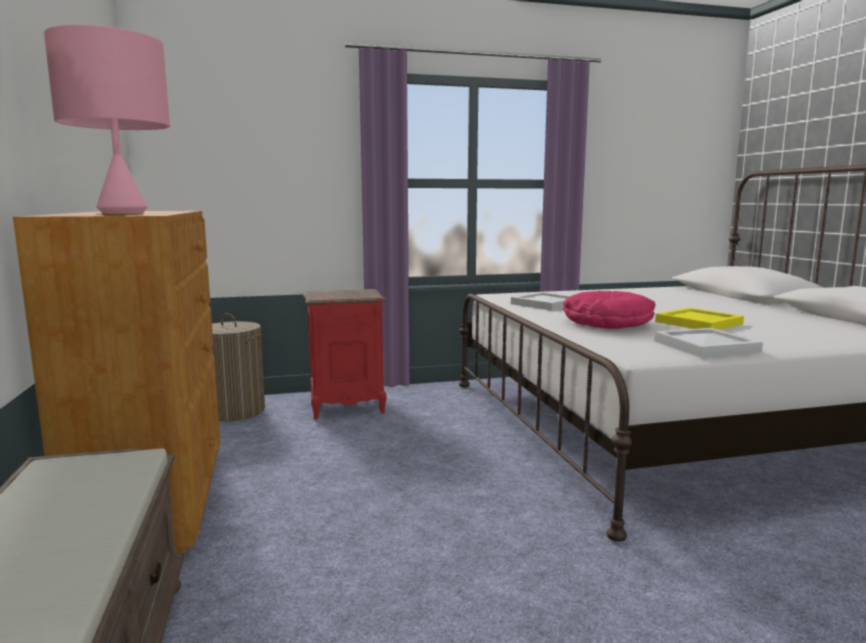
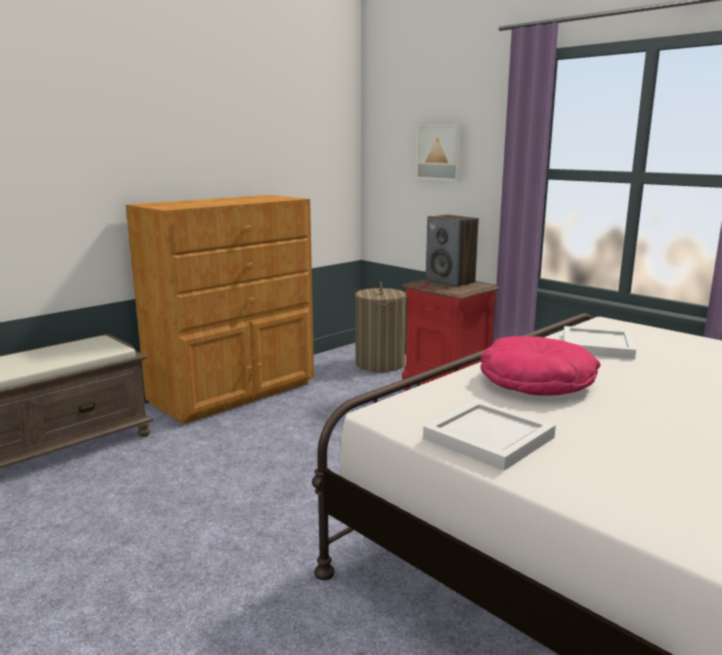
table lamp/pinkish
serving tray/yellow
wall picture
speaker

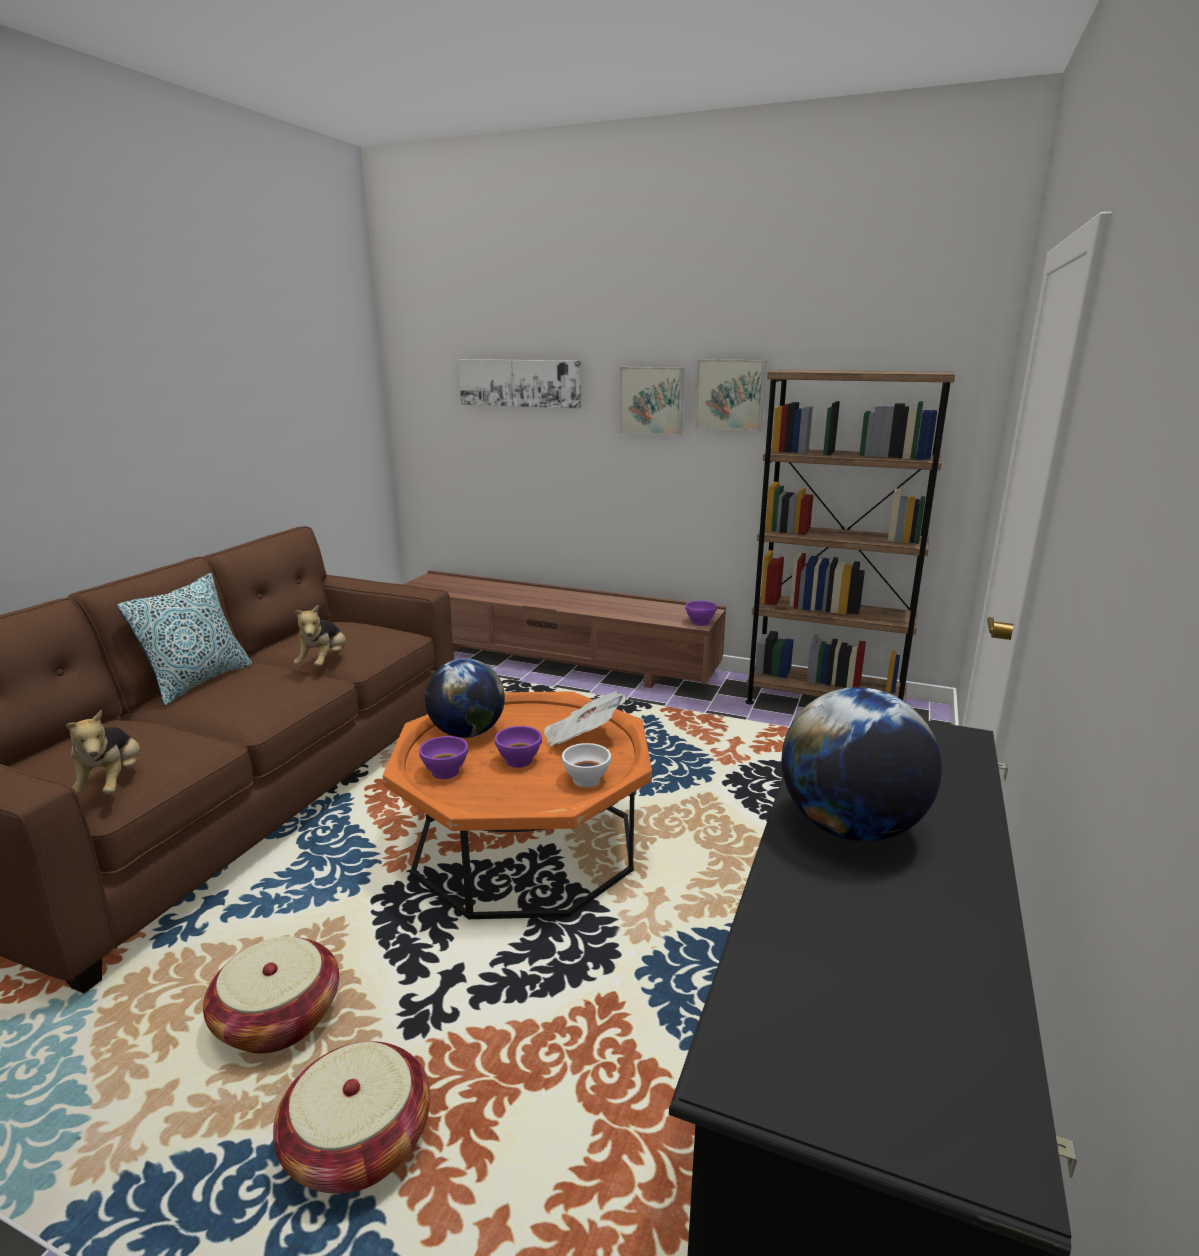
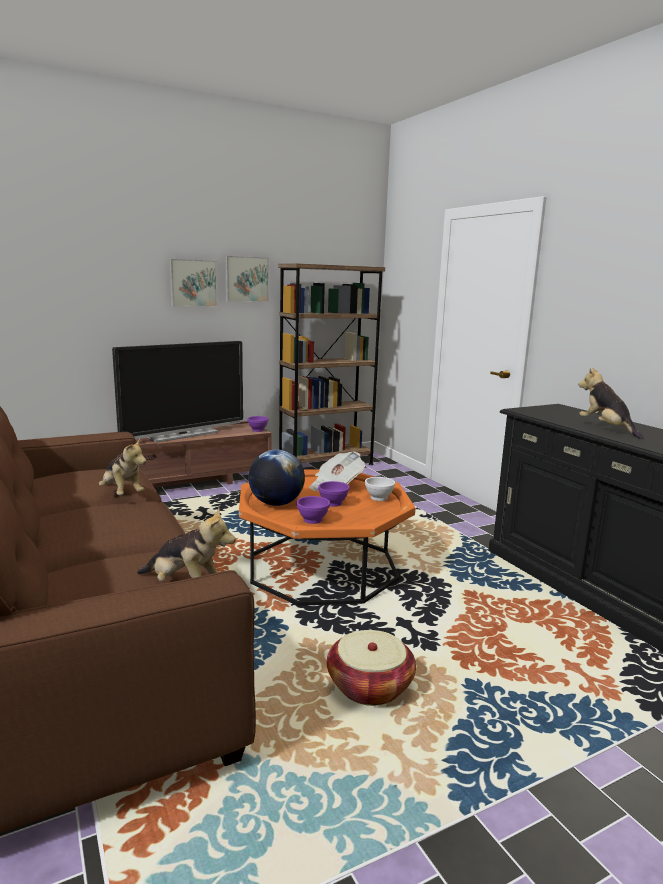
pillow
household basket (no. 2 from left in the first image)
wall picture (no. 1 from left in the first image)
TV
cuddly toy (no. 3 from left)

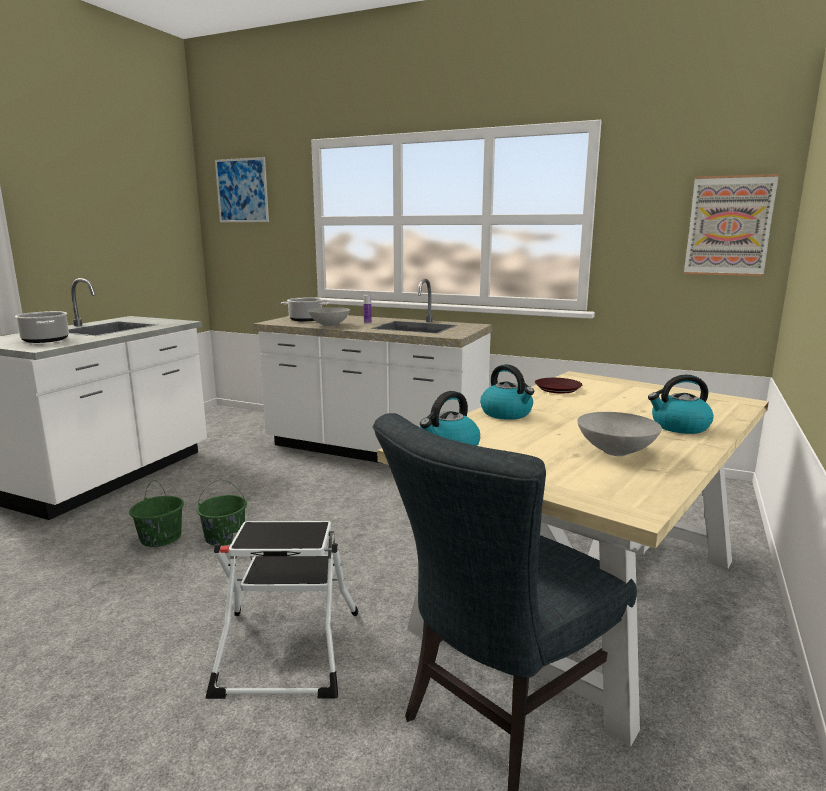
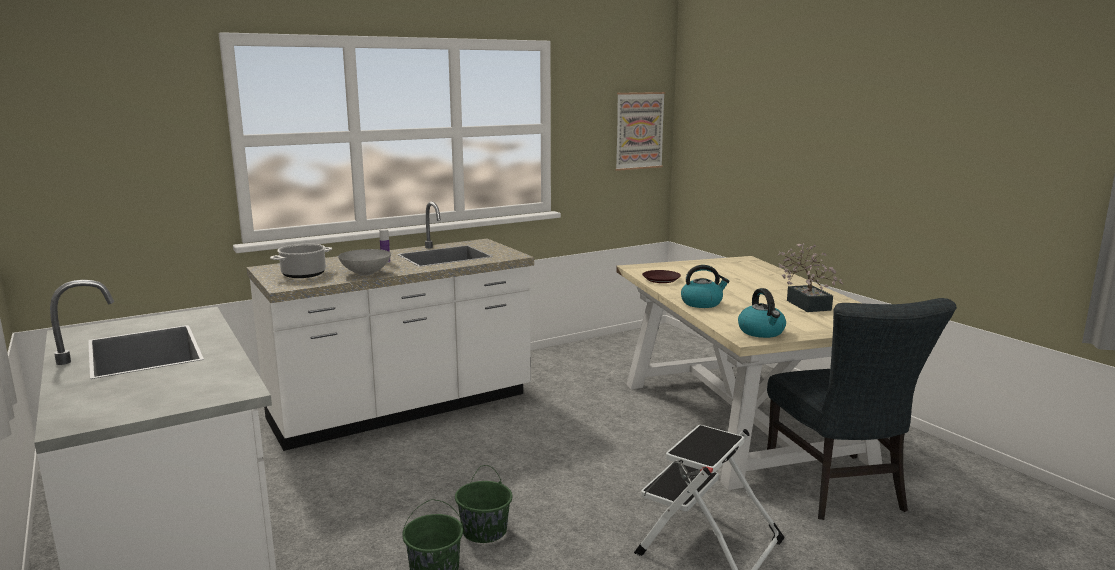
stockpot (no. 1 from left in the first image)
wall picture (no. 1 from left in the first image)
kettle (no. 3 from left in the first image)
houseplant

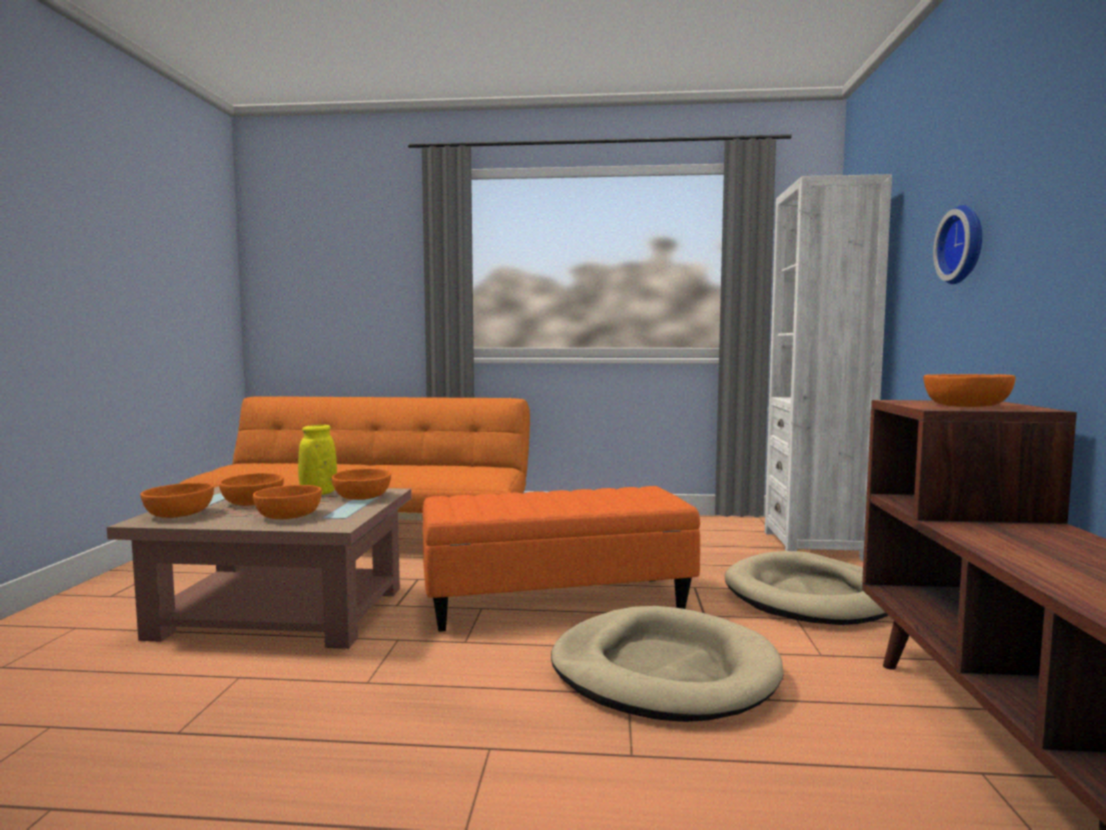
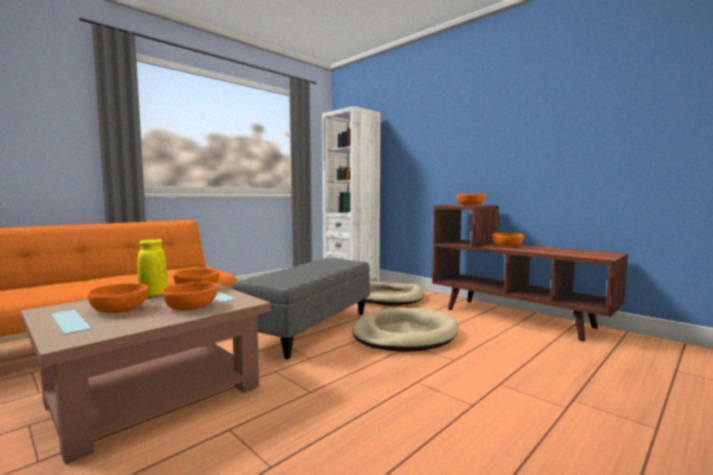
wall clock
bowl/orange-coloured (no. 5 from left)
ottoman/grey

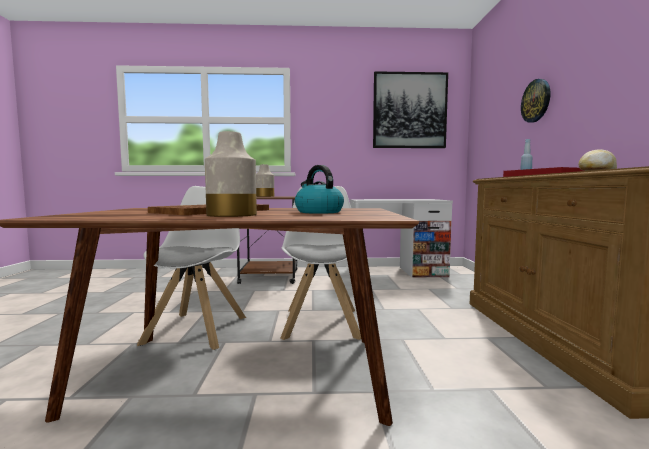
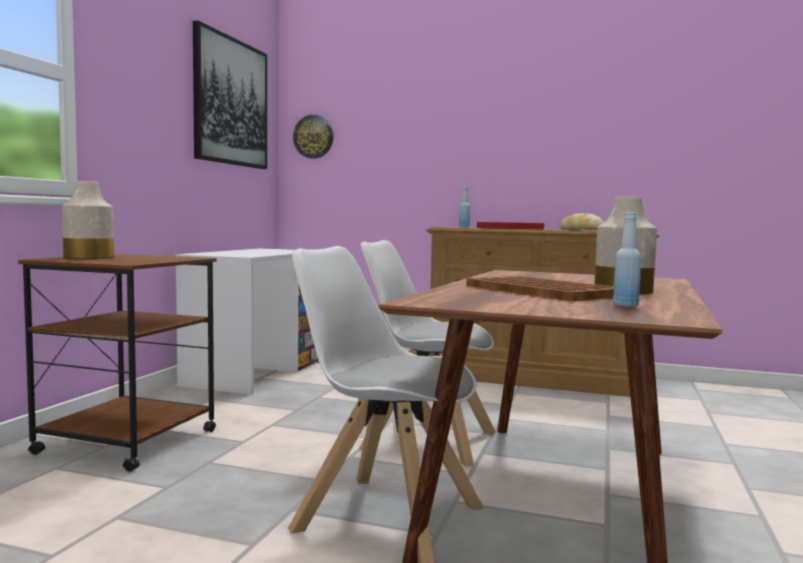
kettle
drink bottle/bluish (no. 2 from left)
wall clock

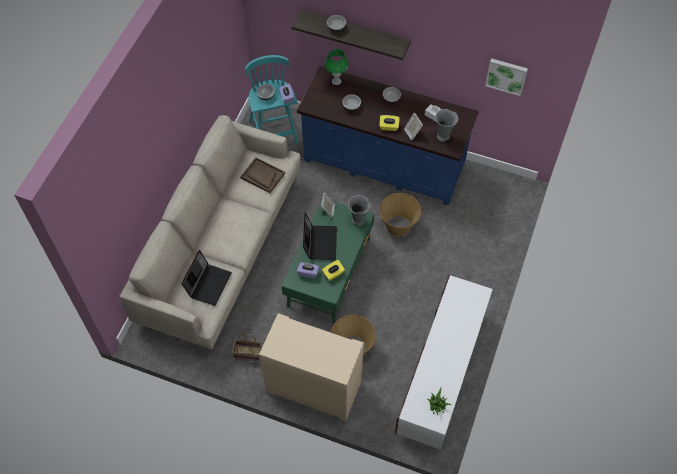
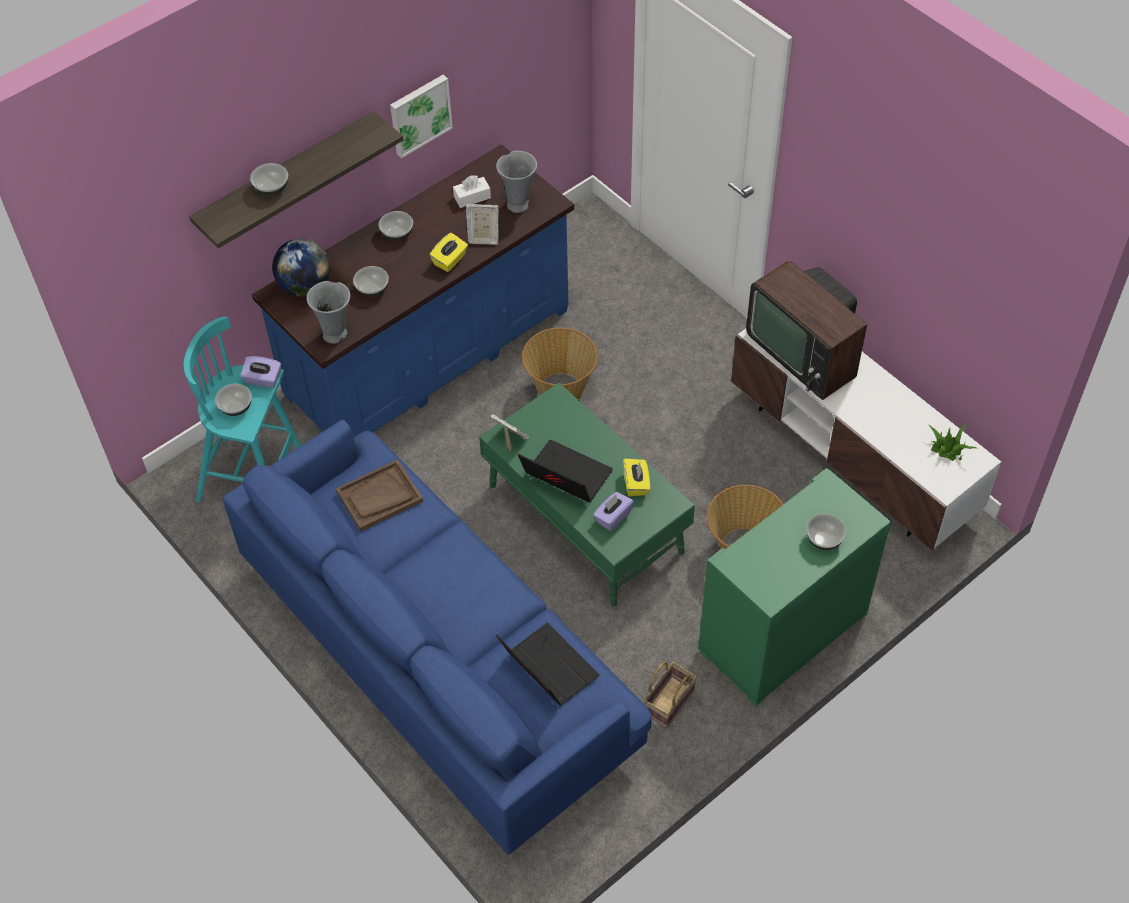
TV
bowl (no. 5 from left)
decorative vase/grey (no. 1 from left)
wall picture
world globe
sofa/bluish
dresser/green-coloured

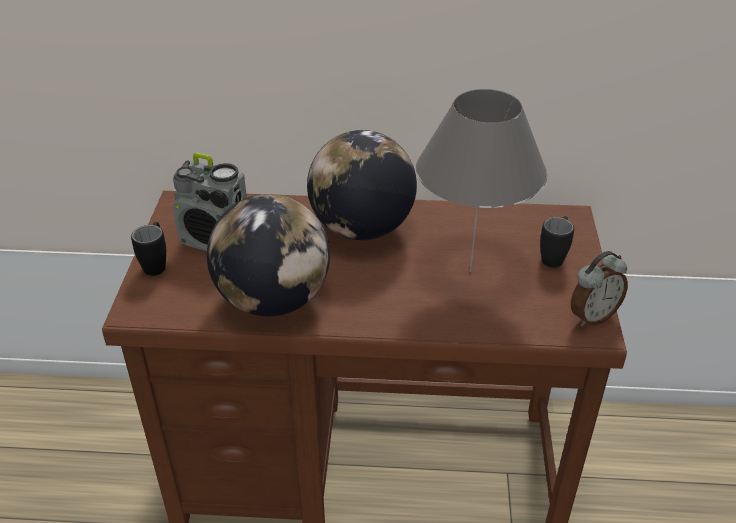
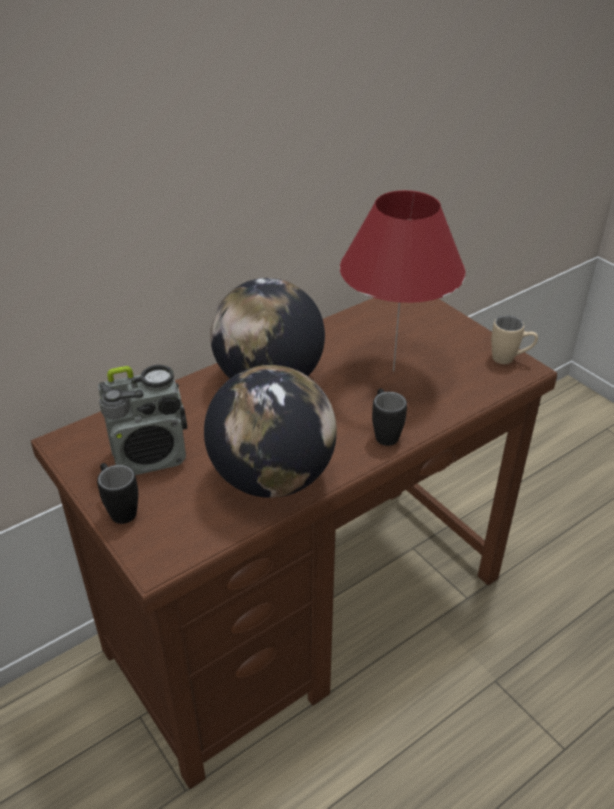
mug/black-coloured (no. 2 from left)
mug/beige
table lamp/red-coloured

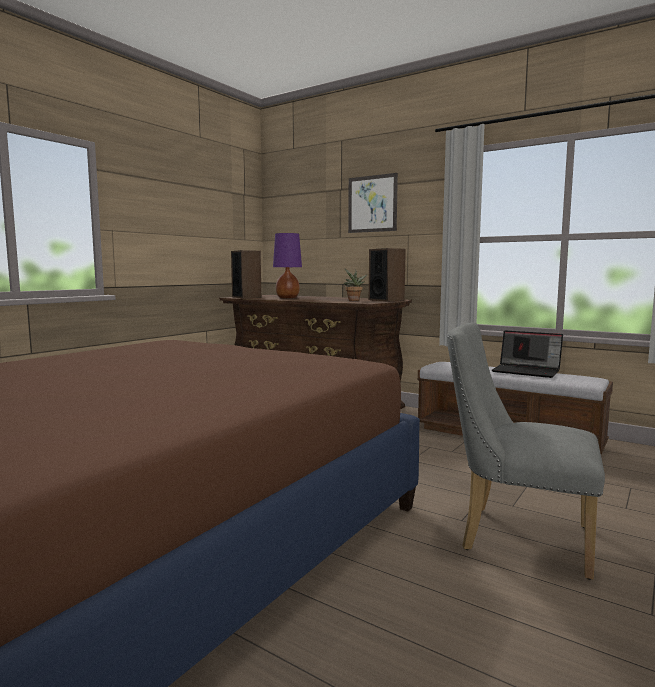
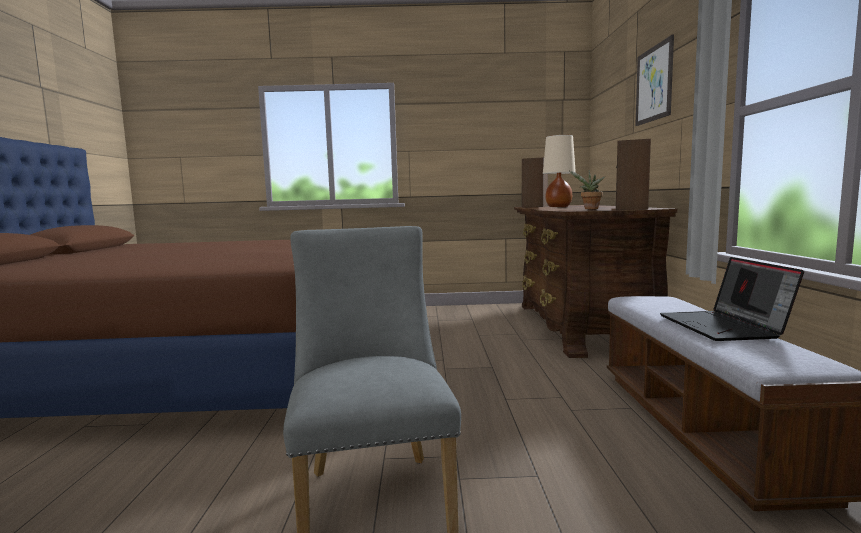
table lamp/beige

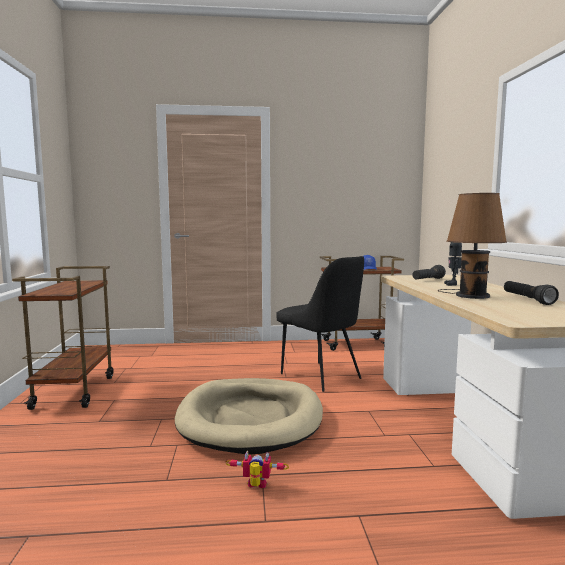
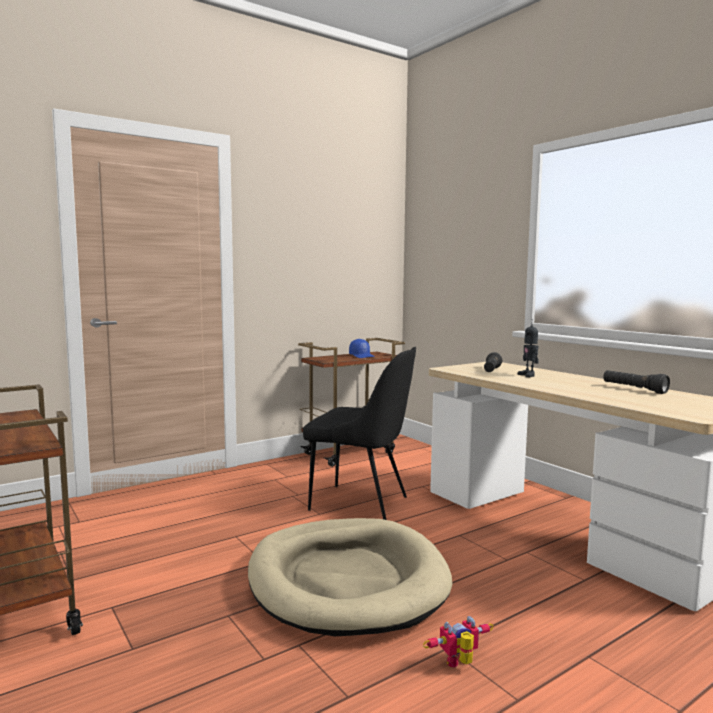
table lamp/brownish

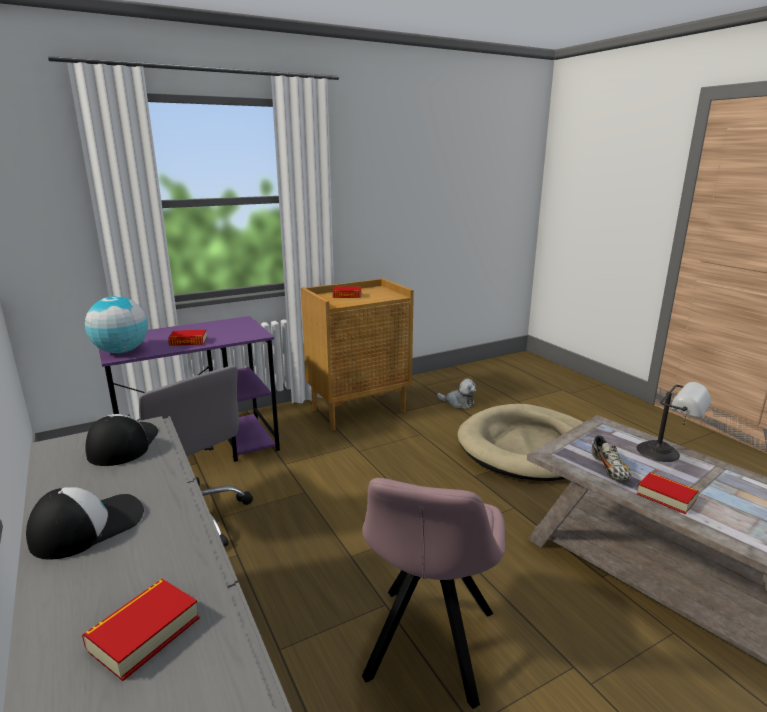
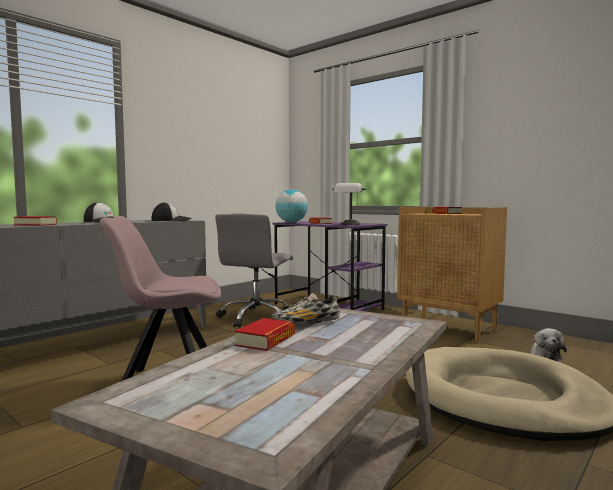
table lamp

